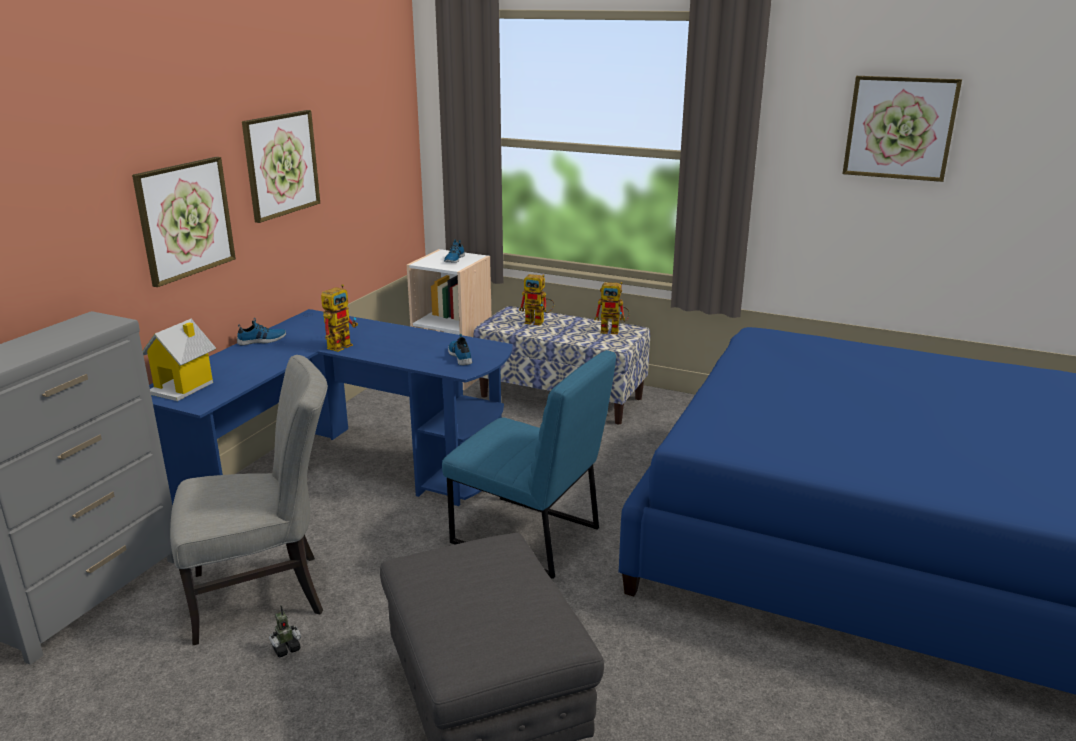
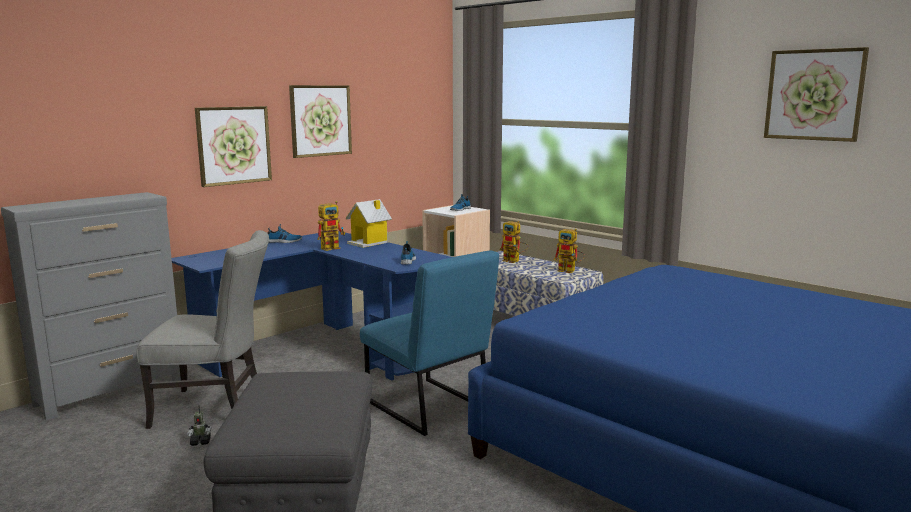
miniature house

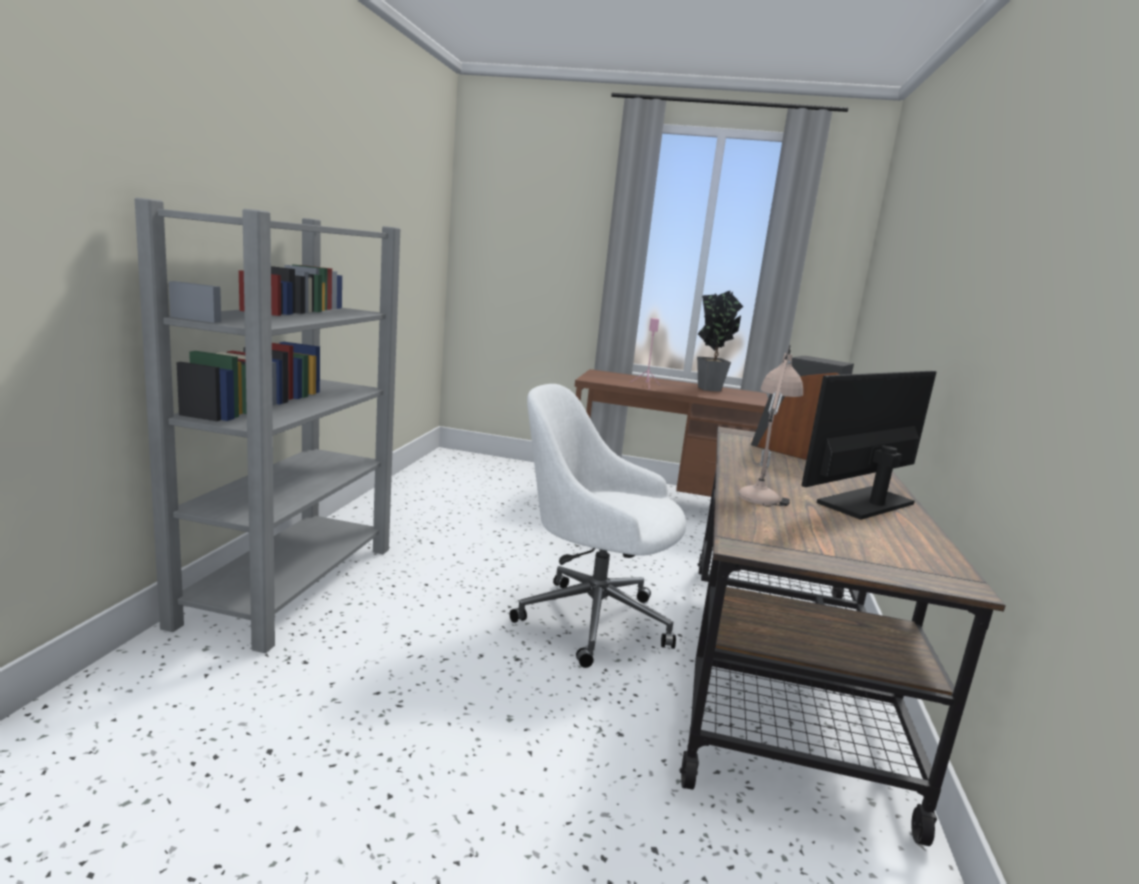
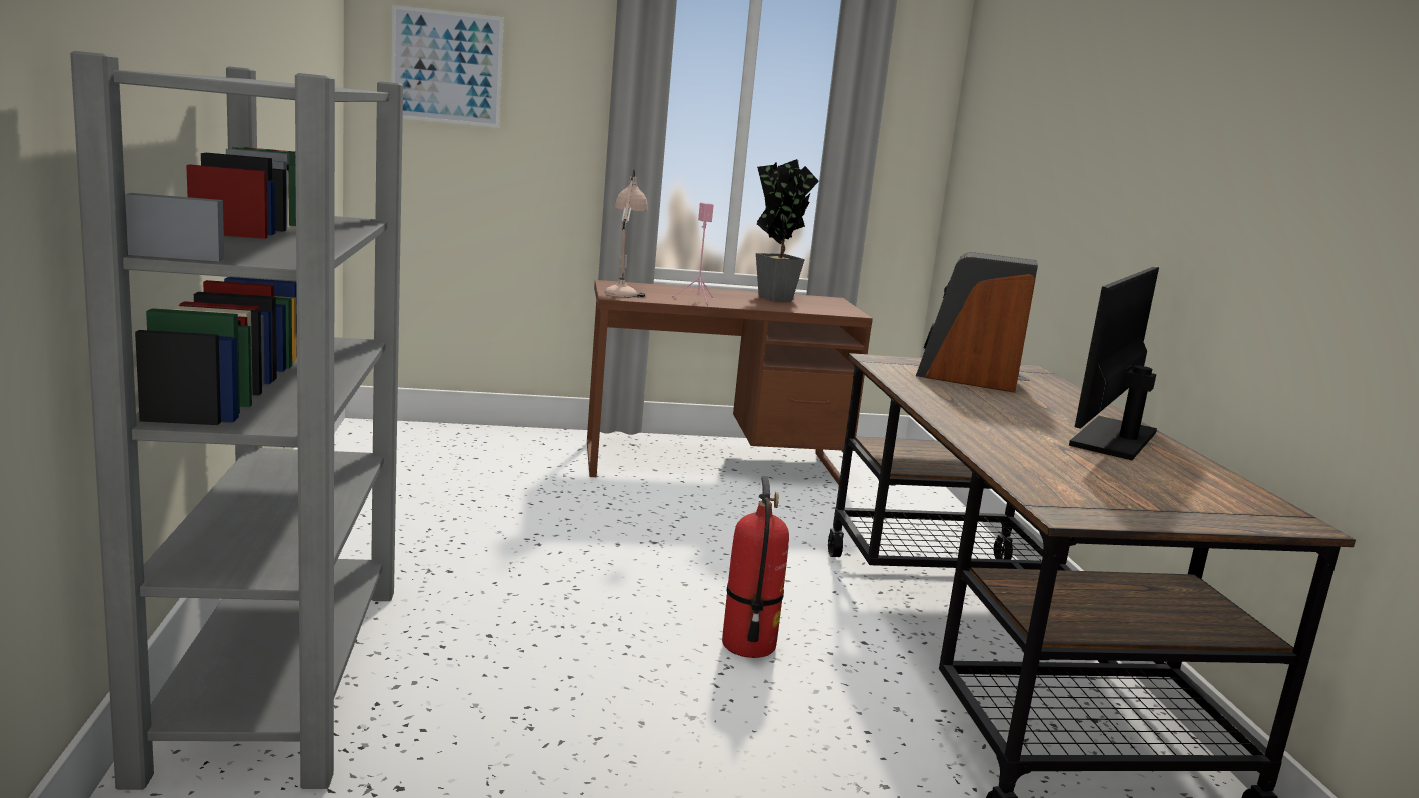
wall picture
table lamp/beige
fire-fighting cylinder

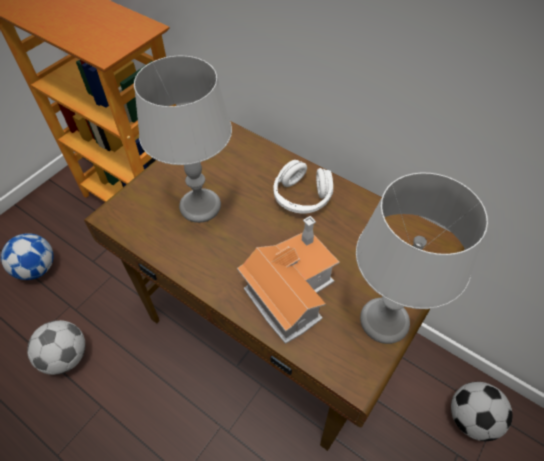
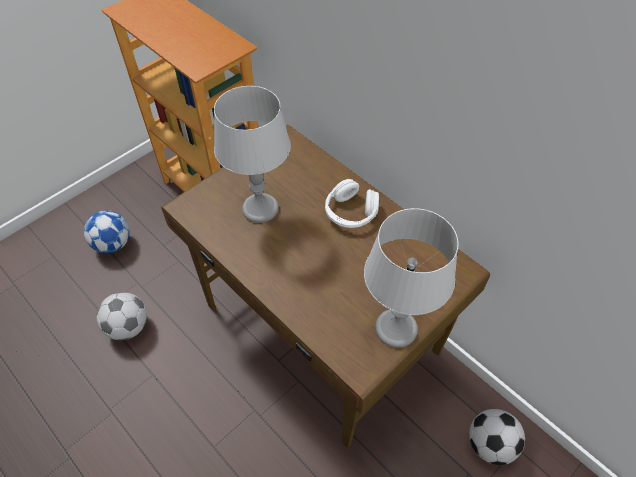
miniature house

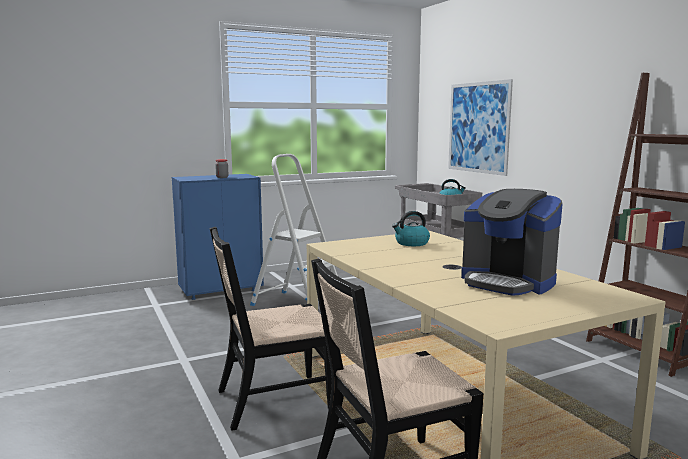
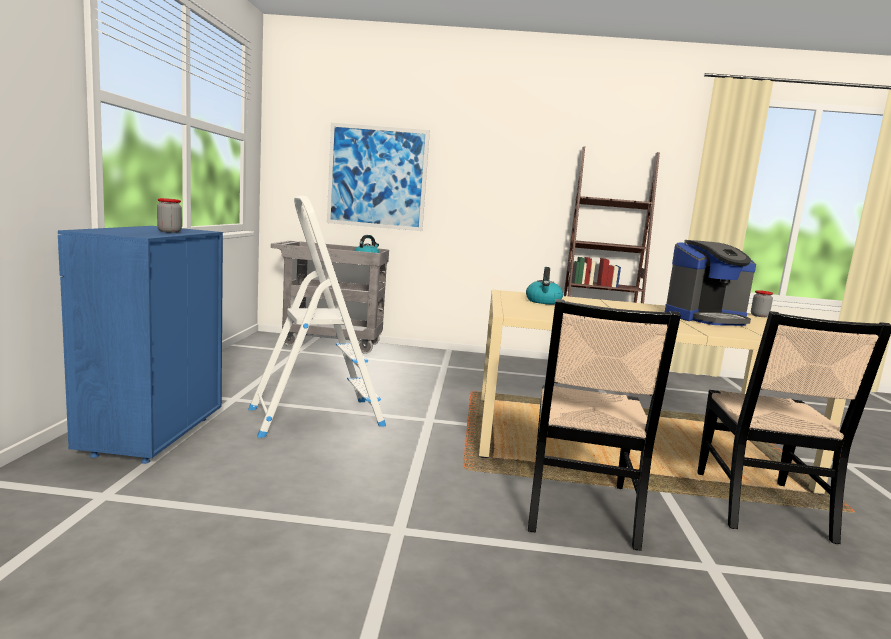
storage jar (no. 2 from left)

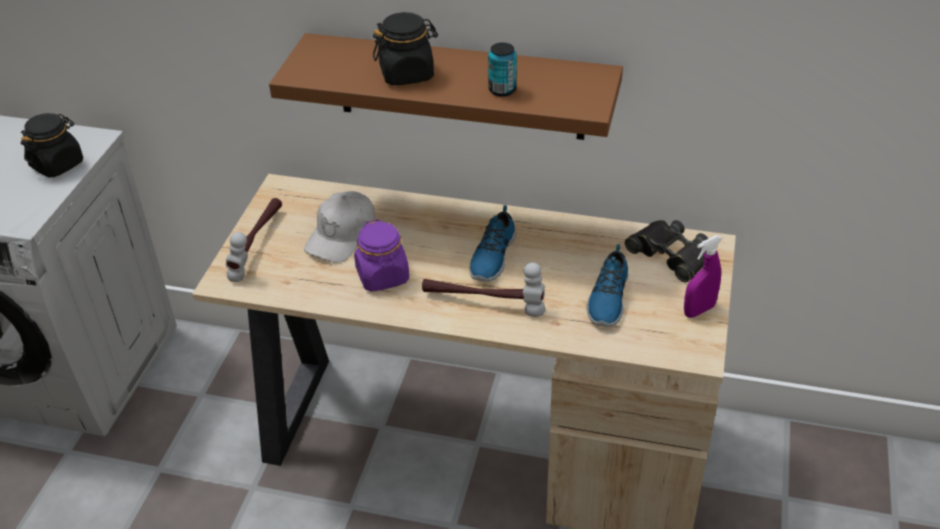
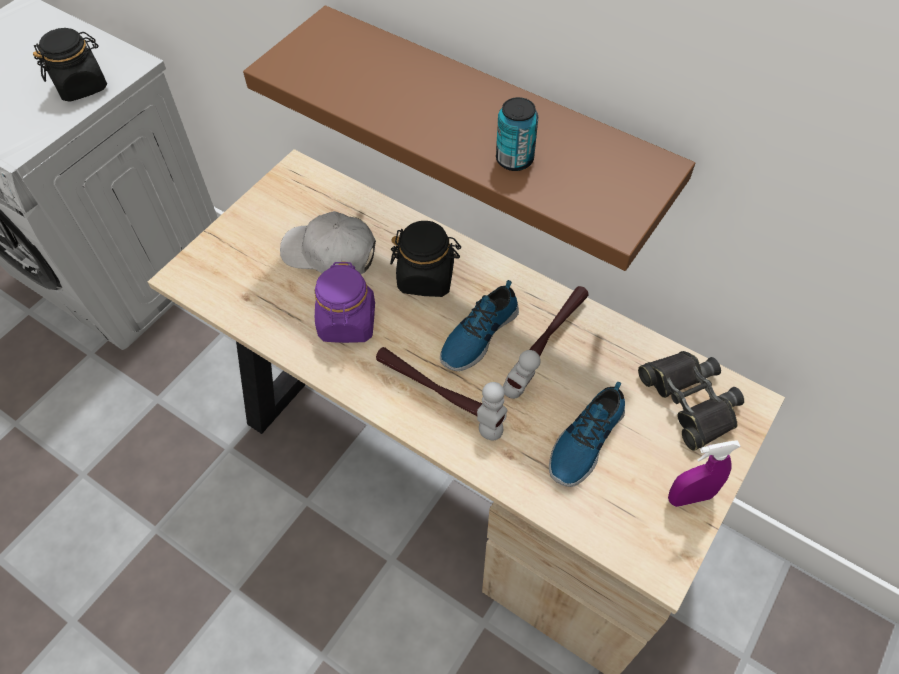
hammer (no. 2 from left)
storage jar/black-coloured (no. 2 from left)
peaked cap/white-coloured

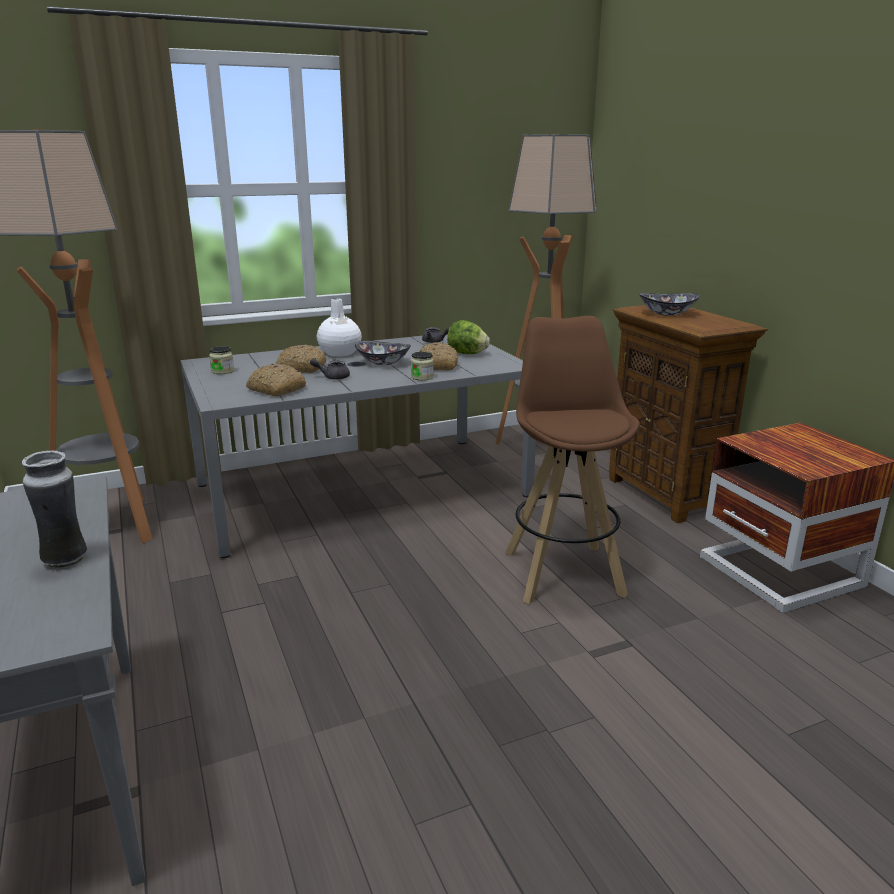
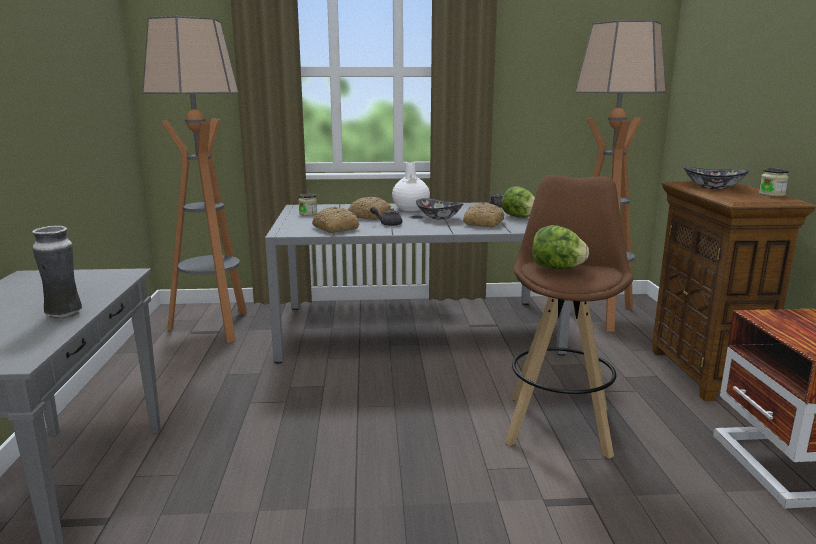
lettuce (no. 2 from left)
storage jar (no. 2 from left)

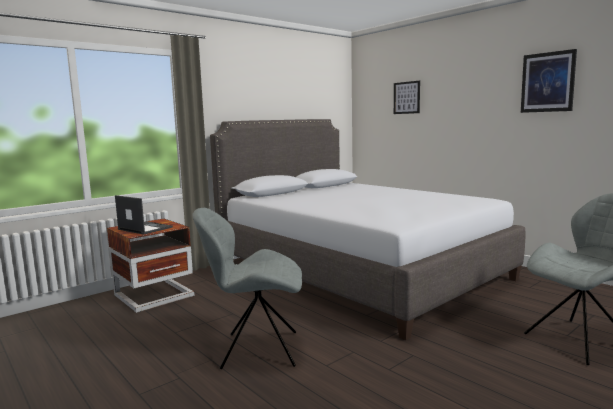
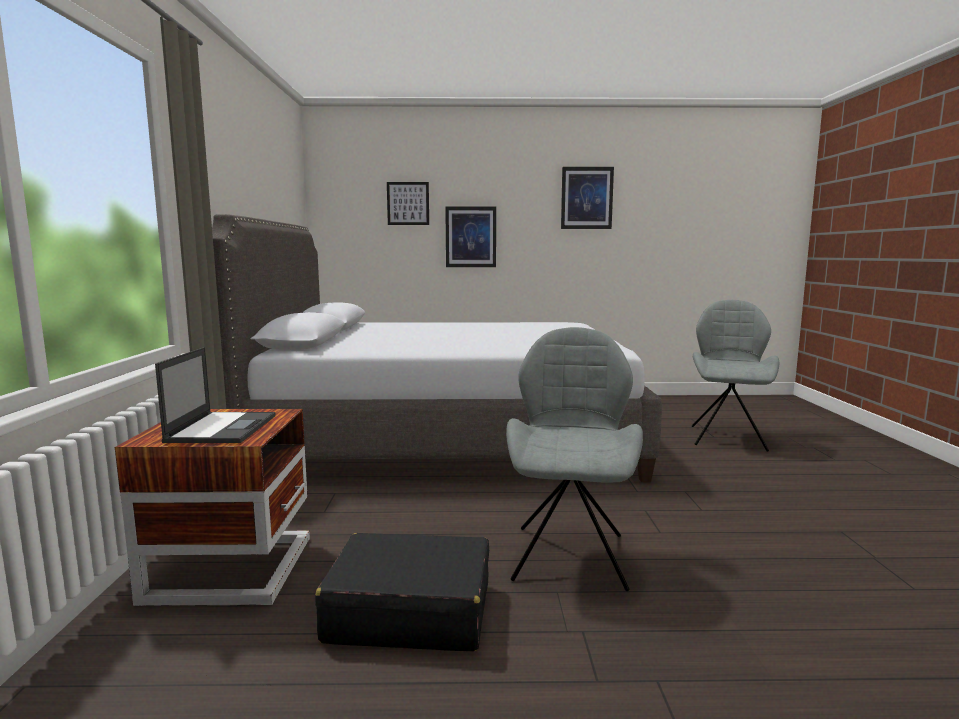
piece of luggage/black-coloured
wall picture (no. 2 from left)
laptop
chair/grey (no. 1 from left)

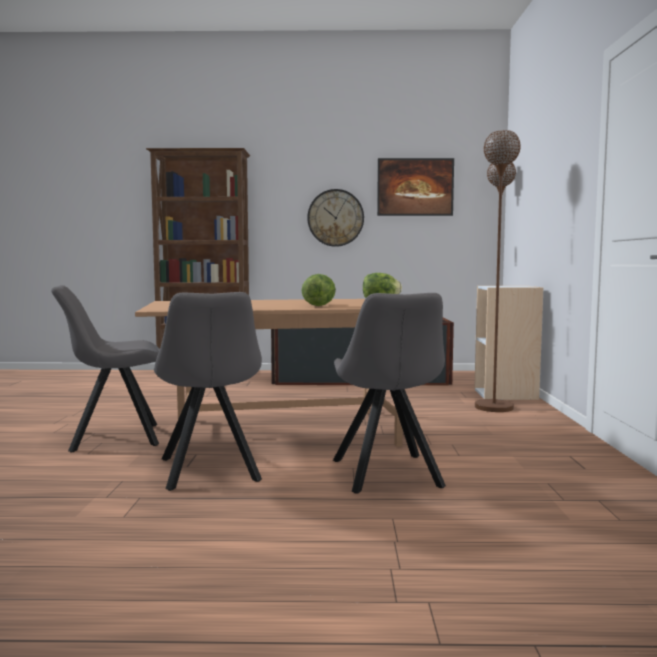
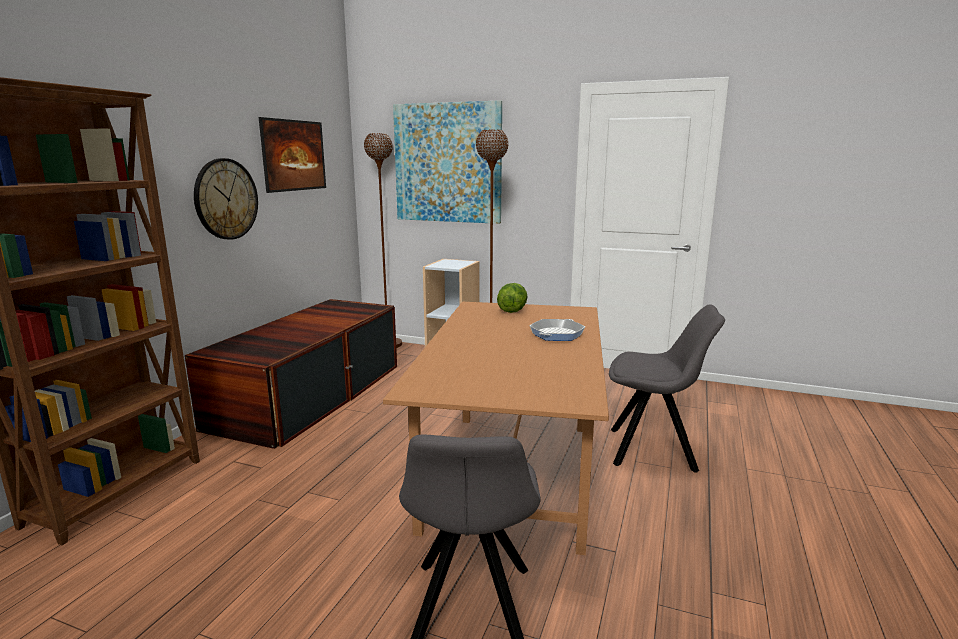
chair/grey (no. 2 from left in the first image)
wall picture (no. 2 from left)
skillet

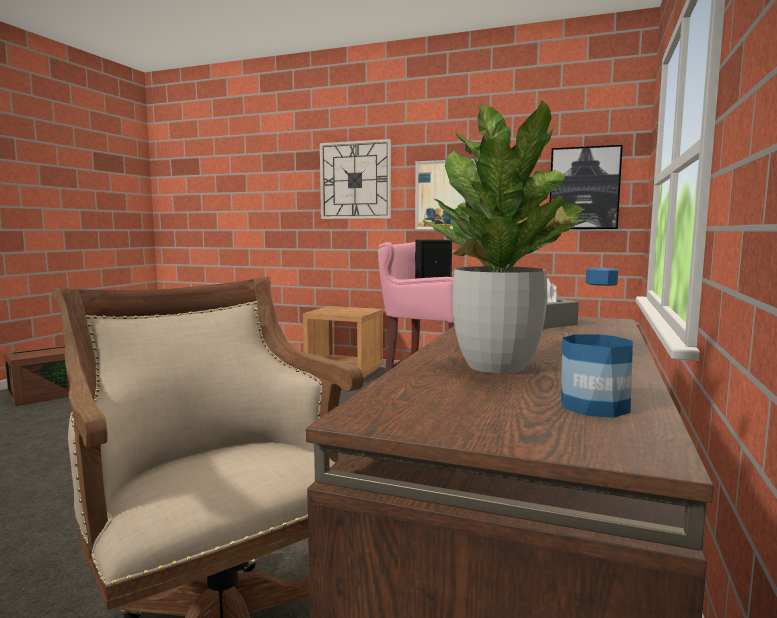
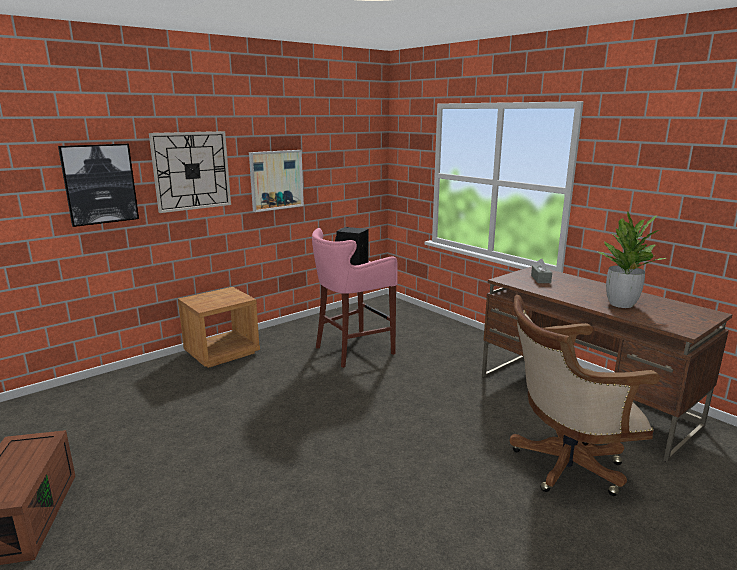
drink bottle
wall picture (no. 1 from left)

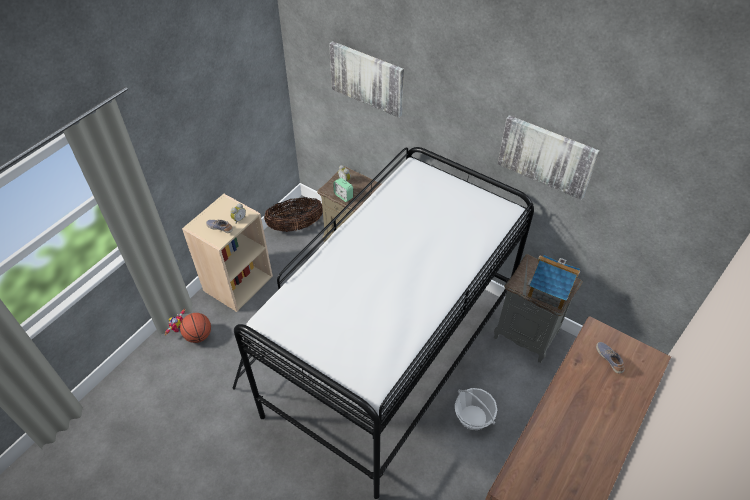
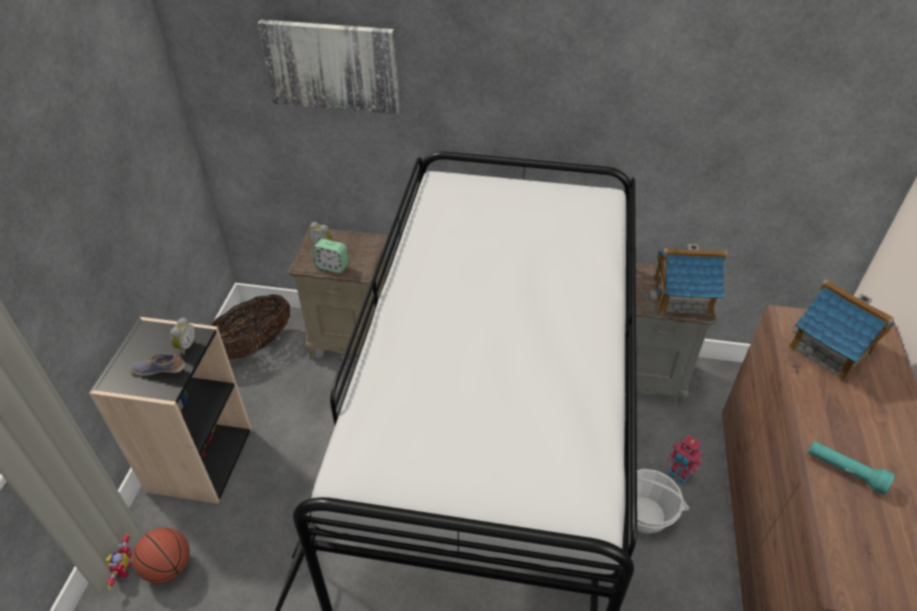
wall picture (no. 2 from left in the first image)
model robot (no. 2 from left)
torch/turquoise
miniature house (no. 2 from left)
shelving unit/black-coloured

